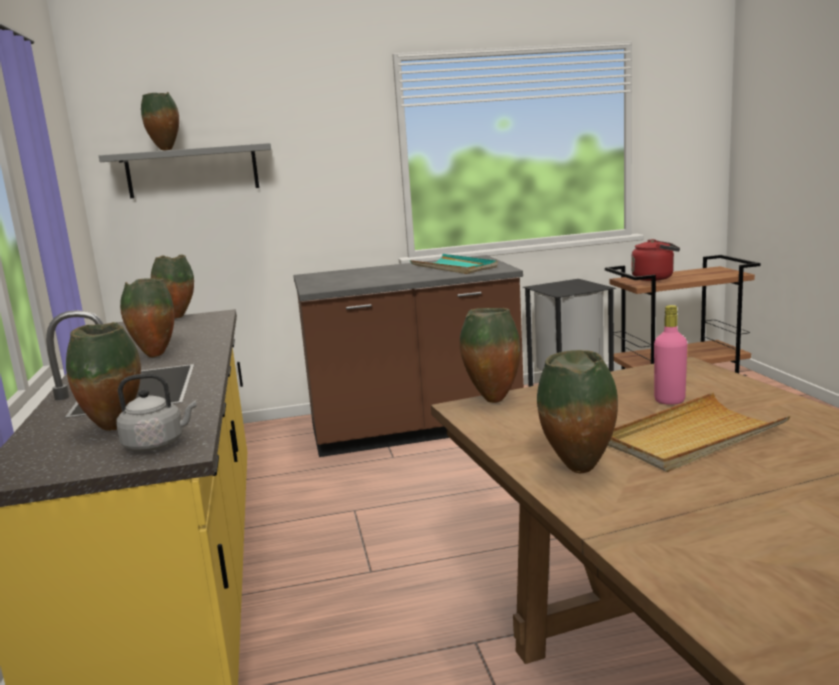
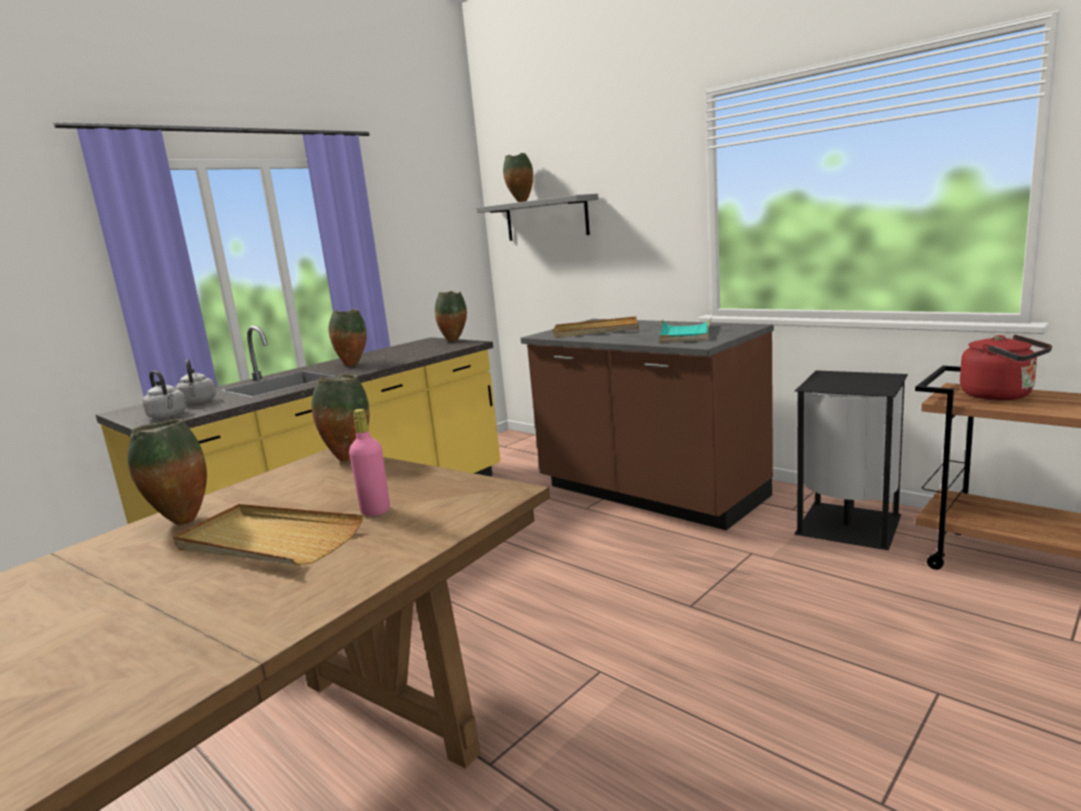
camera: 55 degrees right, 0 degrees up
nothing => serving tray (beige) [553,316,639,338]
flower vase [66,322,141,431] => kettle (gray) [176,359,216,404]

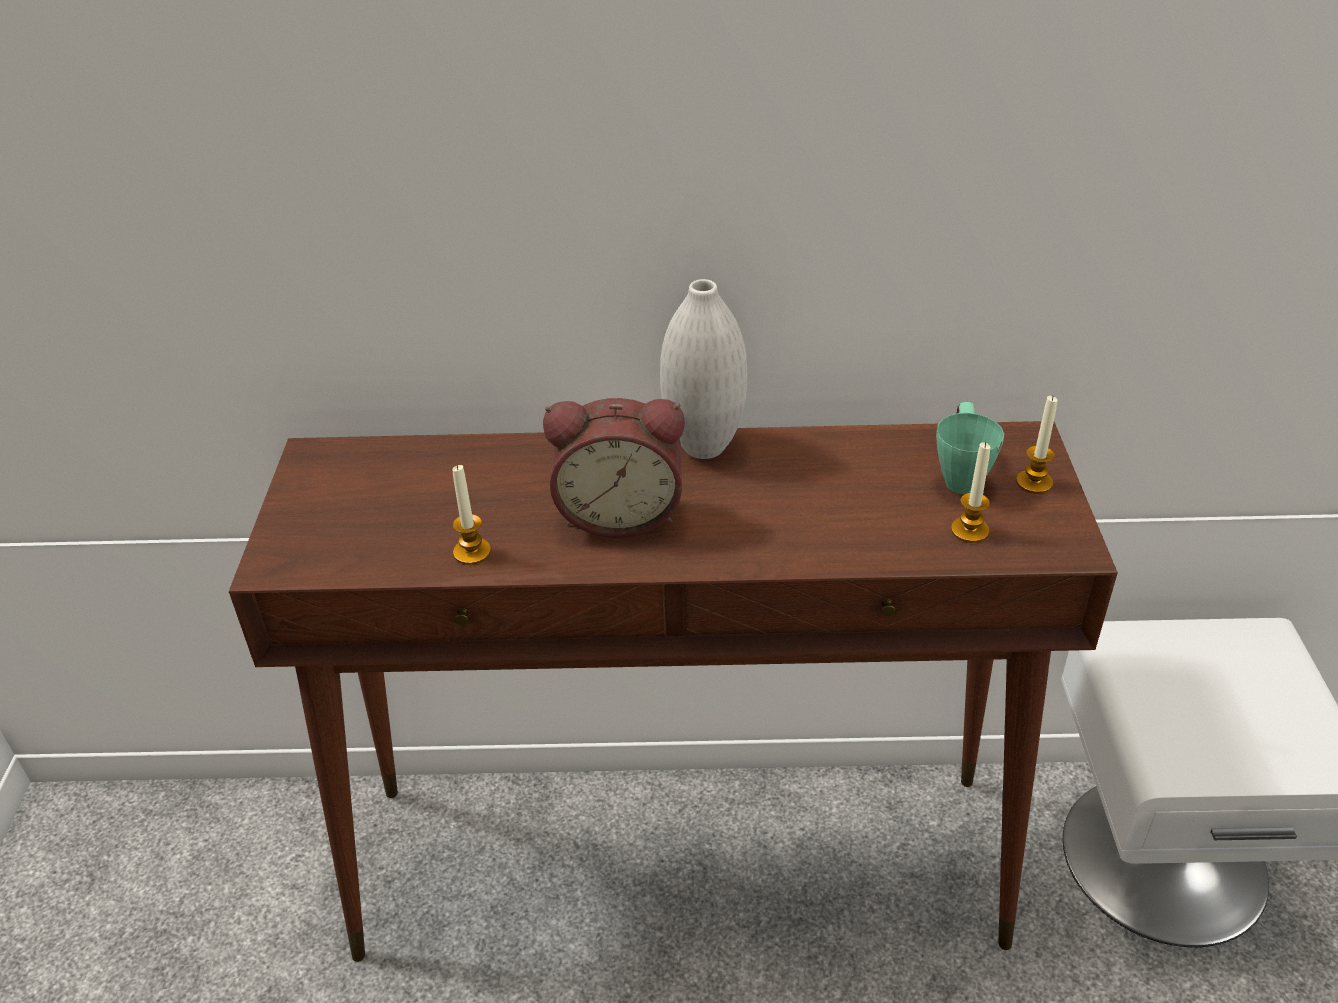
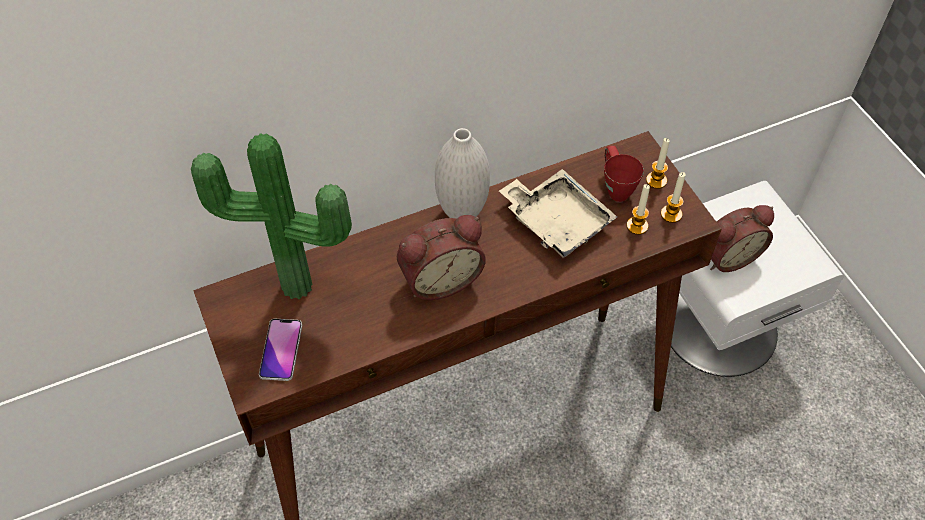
camera: 25 degrees left, 15 degrees up
nothing => houseplant [191,133,352,299]
nothing => phone [259,319,302,381]
nothing => serving tray (beige) [499,169,617,258]
nothing => table clock [710,205,774,272]
wax light [452,465,491,565] => wax light [661,172,686,223], moved
coffee mug (green) [936,402,1004,494] => coffee mug (red) [604,146,644,202]

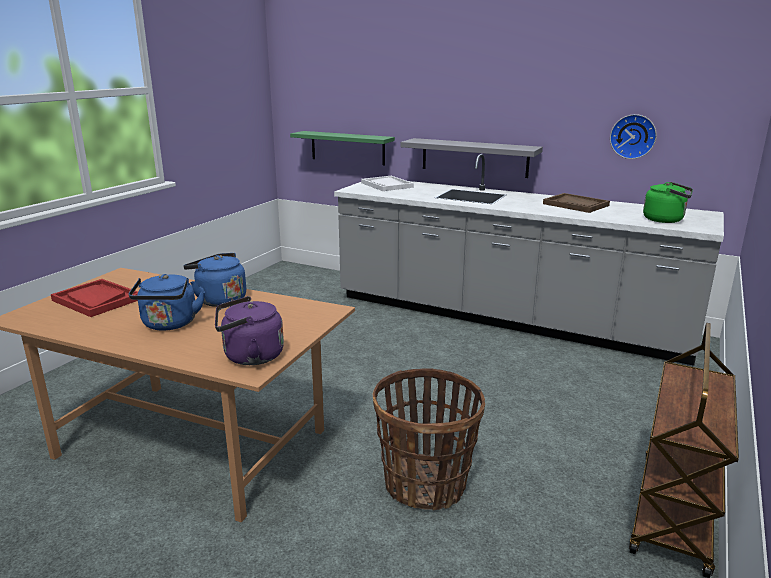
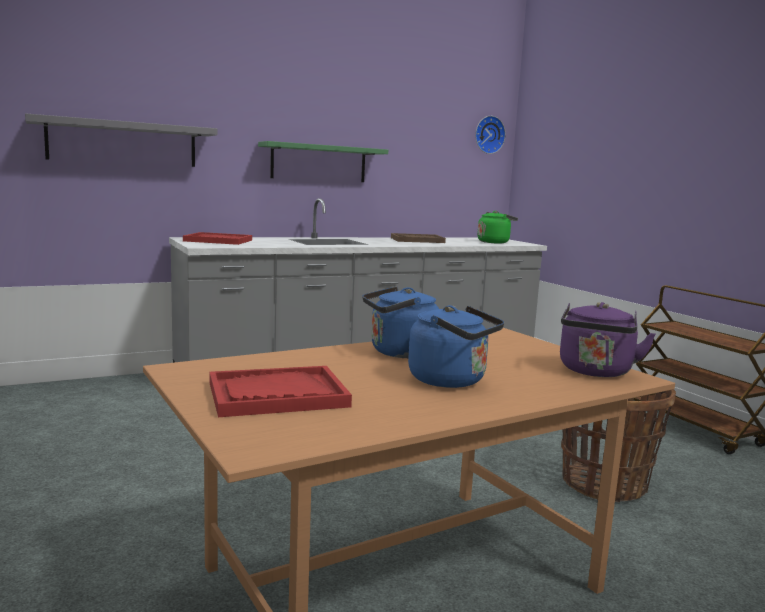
camera: 55 degrees left, 10 degrees down
bracket shelf (green) [290,131,395,166] => bracket shelf (green) [258,141,388,182], moved
bracket shelf (gray) [400,138,543,178] => bracket shelf (gray) [25,113,217,167], moved
hanging clock [610,114,657,159] => hanging clock [475,116,506,154], moved
serving tray (white) [361,176,414,191] => serving tray (red) [183,232,252,245]

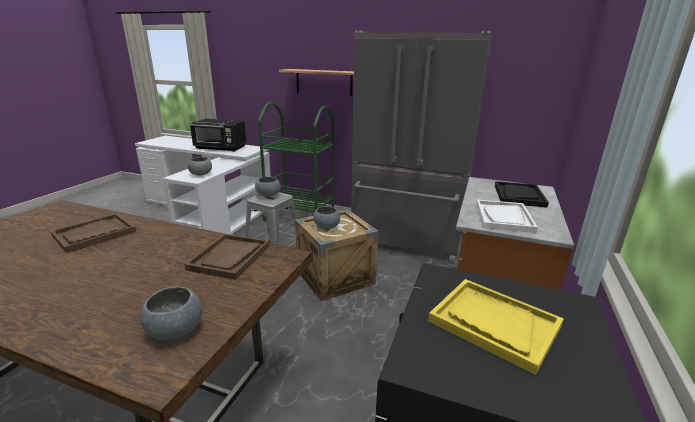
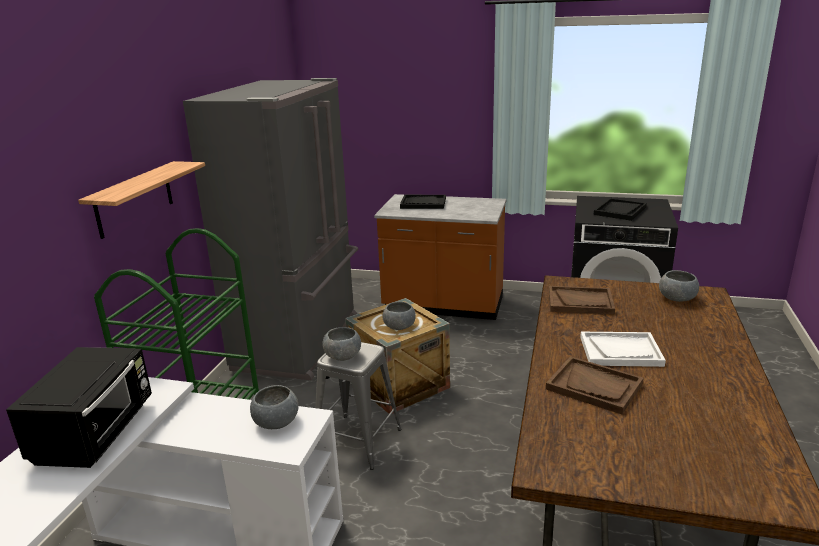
camera: 95 degrees left, 0 degrees up
serving tray (white) [476,200,538,233] => serving tray (white) [580,332,666,367], moved
serving tray (yellow) [428,279,564,375] => serving tray (blackish) [594,198,647,221]

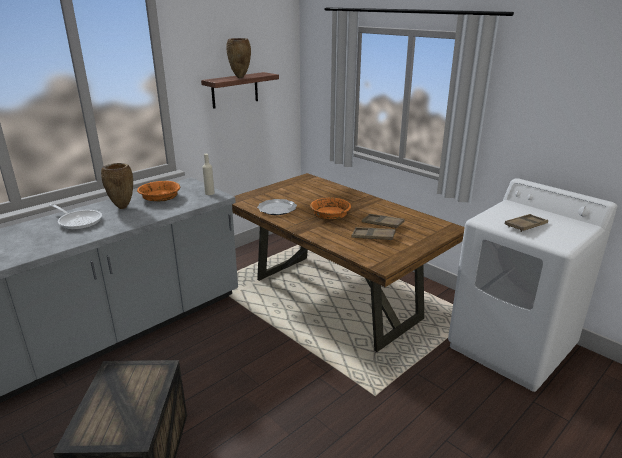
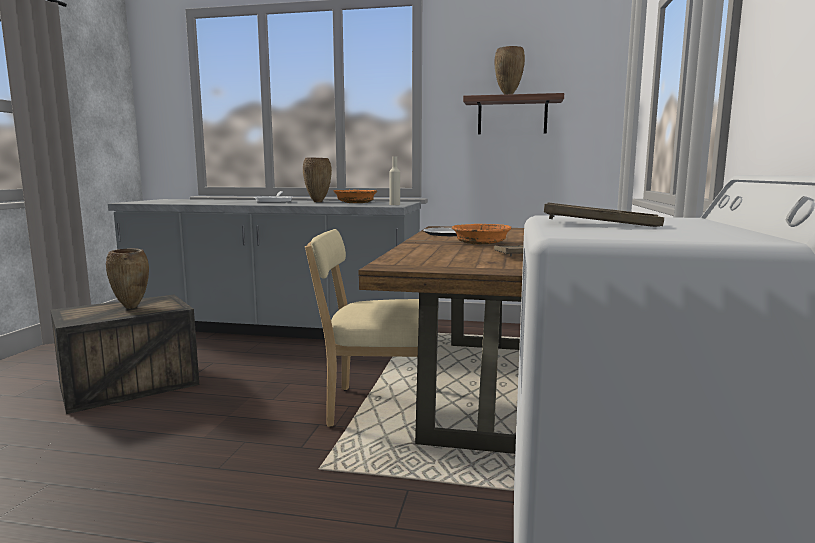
camera: 55 degrees right, 15 degrees down
serving tray (brown) [351,227,396,240] => nothing
nothing => flower vase (brown) [106,248,149,309]
nothing => plain chair (beige) [305,229,419,427]

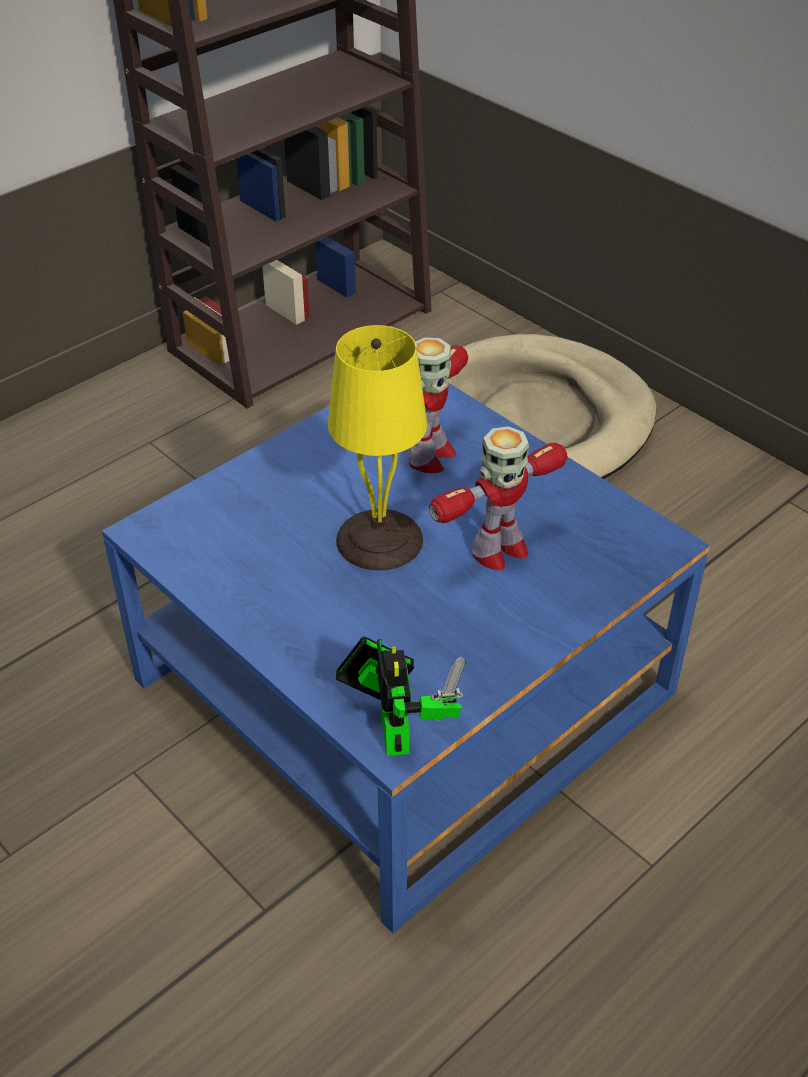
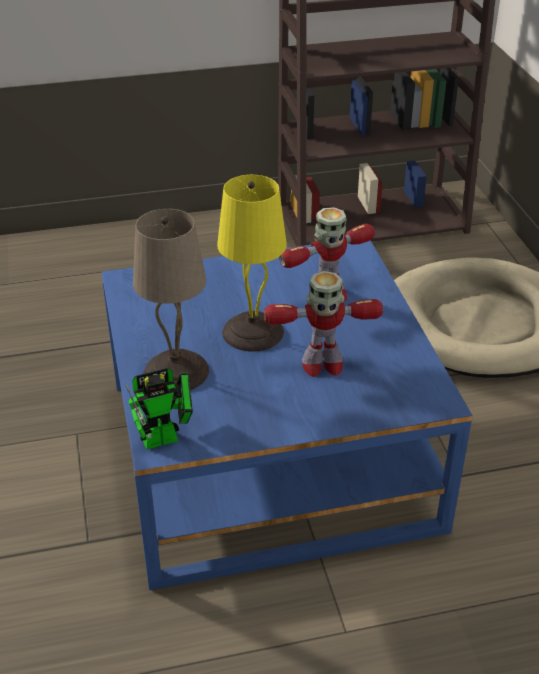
camera: 30 degrees right, 5 degrees down
nothing => lamp for a table (beige) [133,209,209,390]
toy robot [336,636,466,756] => toy robot [125,368,193,450], 45 degrees clockwise

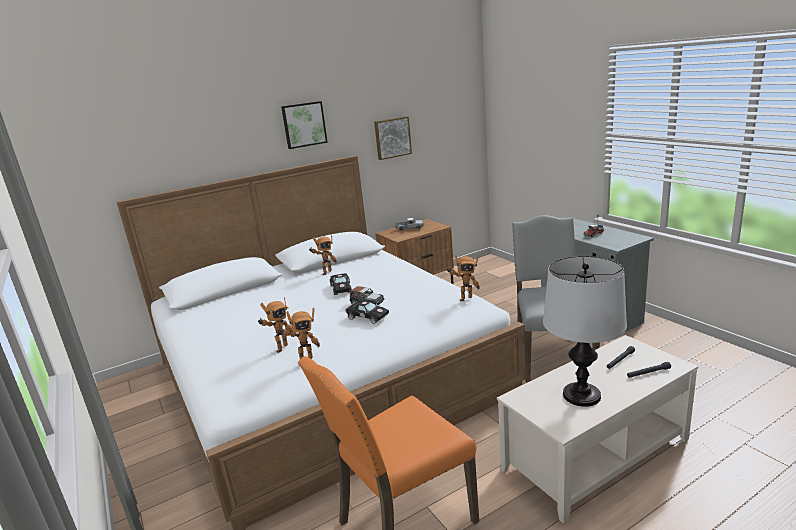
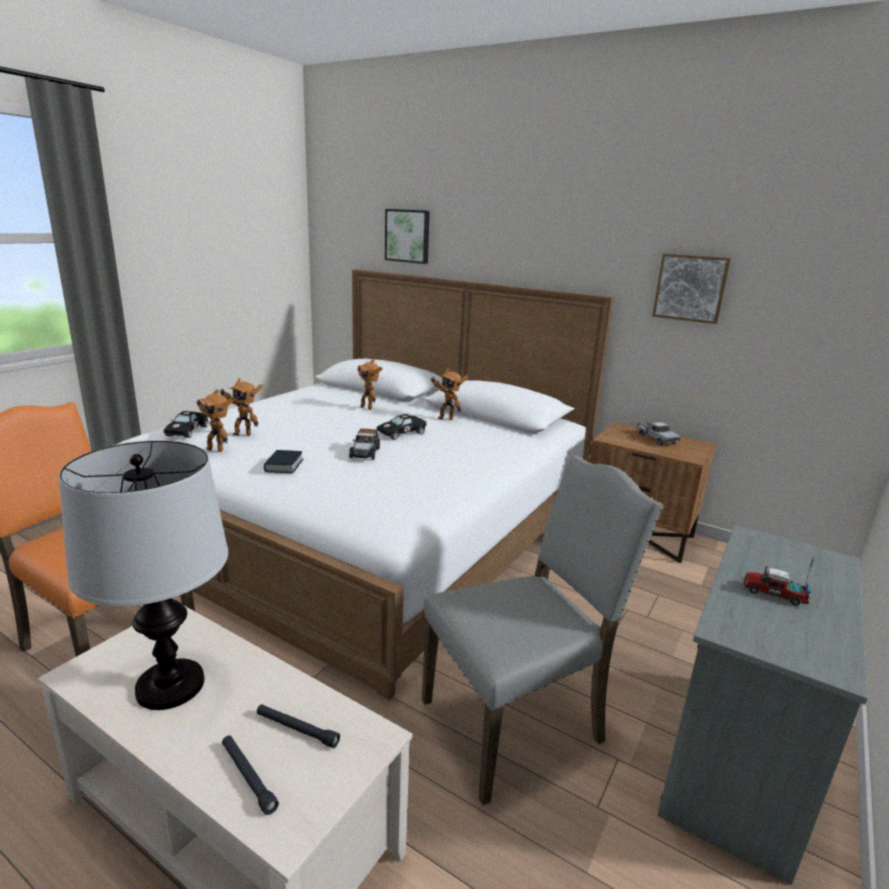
camera: 60 degrees right, 0 degrees up
nothing => volume [264,450,304,473]
wall picture [281,101,328,149] => wall picture [385,209,430,264], moved
model car (blackish) [345,300,389,324] => model car (blackish) [164,411,209,438], moved
toy robot [447,255,479,301] => toy robot [357,359,382,410], moved

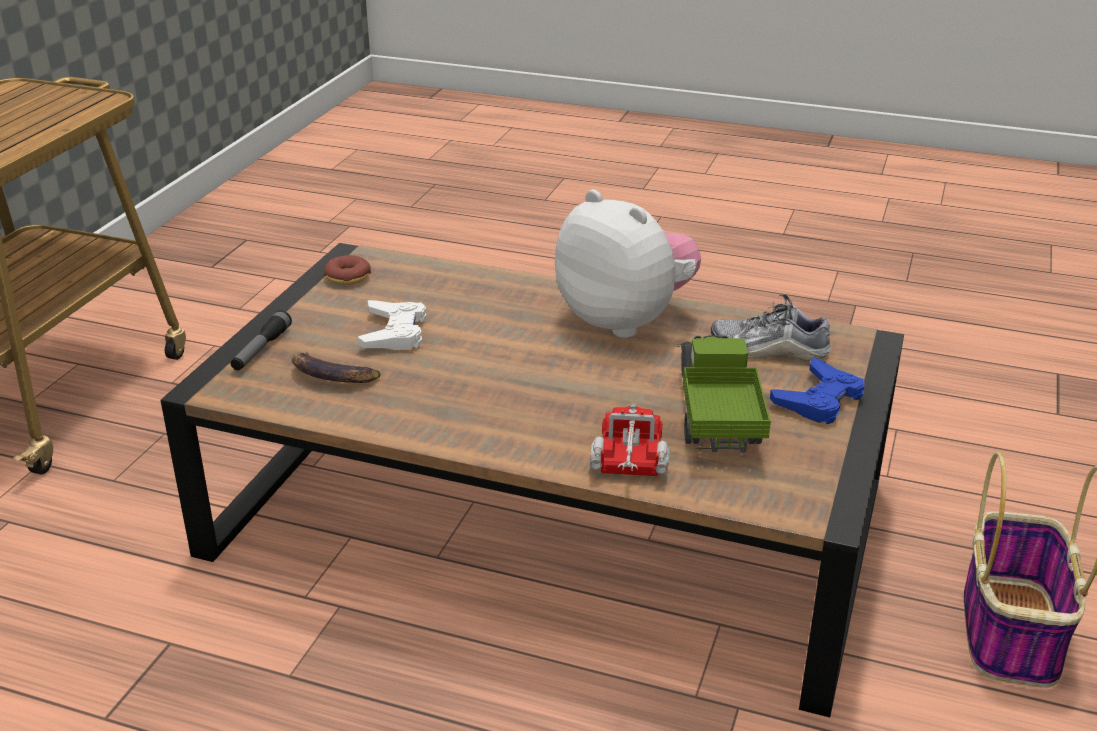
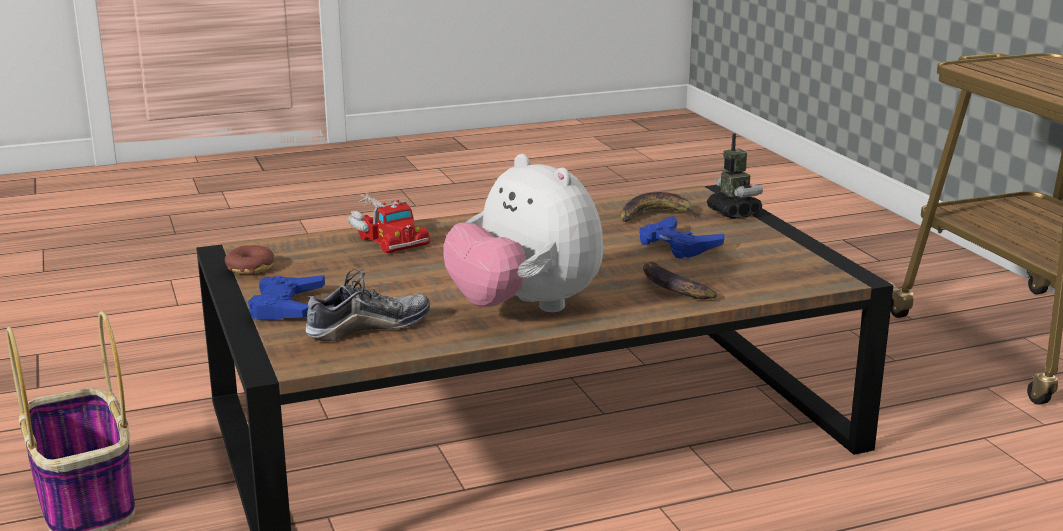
camera: 140 degrees right, 10 degrees down
toy truck [677,335,771,452] => nothing
nothing => banana [643,262,717,299]
doughnut [324,255,371,285] => doughnut [225,245,274,274], moved
hand torch [231,310,292,370] => toy robot [707,134,763,219]
gamepad (white) [358,300,426,350] => gamepad (blue) [639,216,724,259]
cuddly toy [555,189,701,338] => cuddly toy [443,154,603,312], 45 degrees clockwise

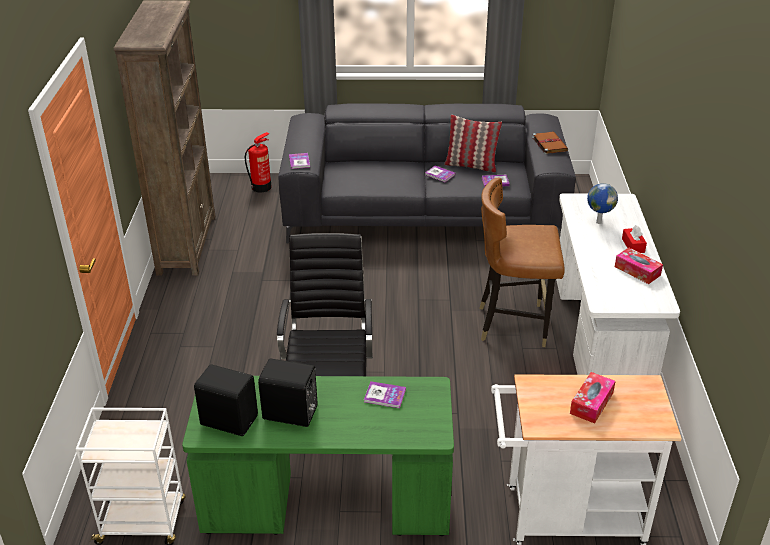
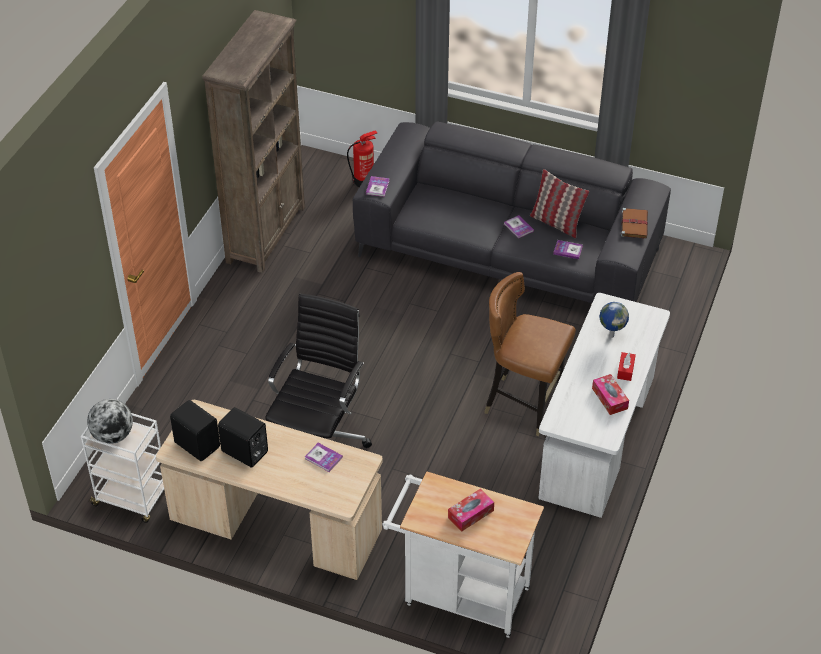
camera: 20 degrees right, 10 degrees up
nothing => world globe [87,399,133,444]
desk table (green) [182,376,454,536] => desk table (beige) [156,400,383,580]

